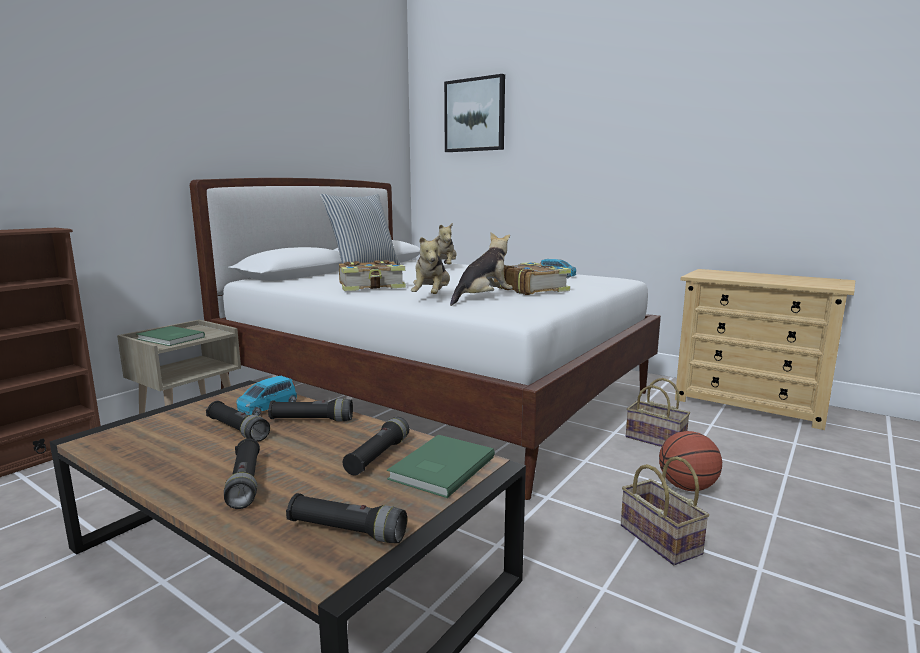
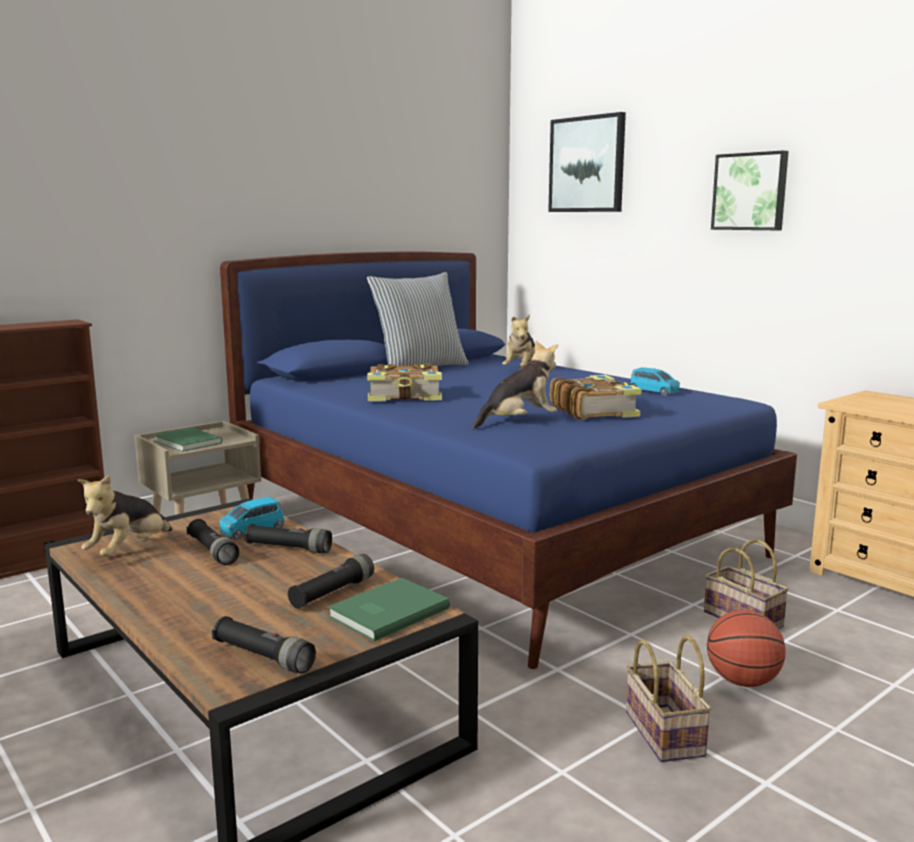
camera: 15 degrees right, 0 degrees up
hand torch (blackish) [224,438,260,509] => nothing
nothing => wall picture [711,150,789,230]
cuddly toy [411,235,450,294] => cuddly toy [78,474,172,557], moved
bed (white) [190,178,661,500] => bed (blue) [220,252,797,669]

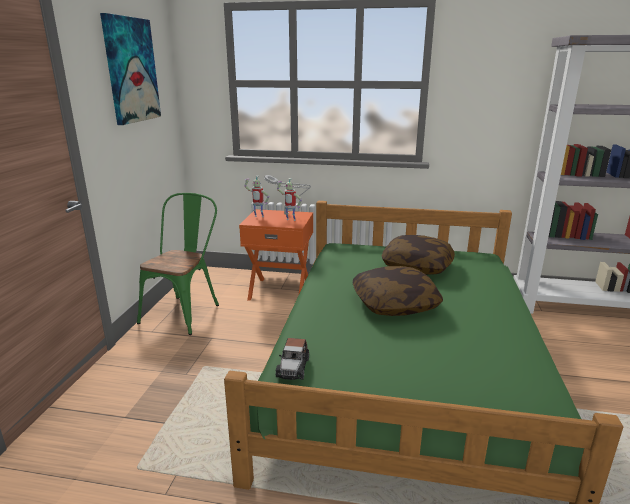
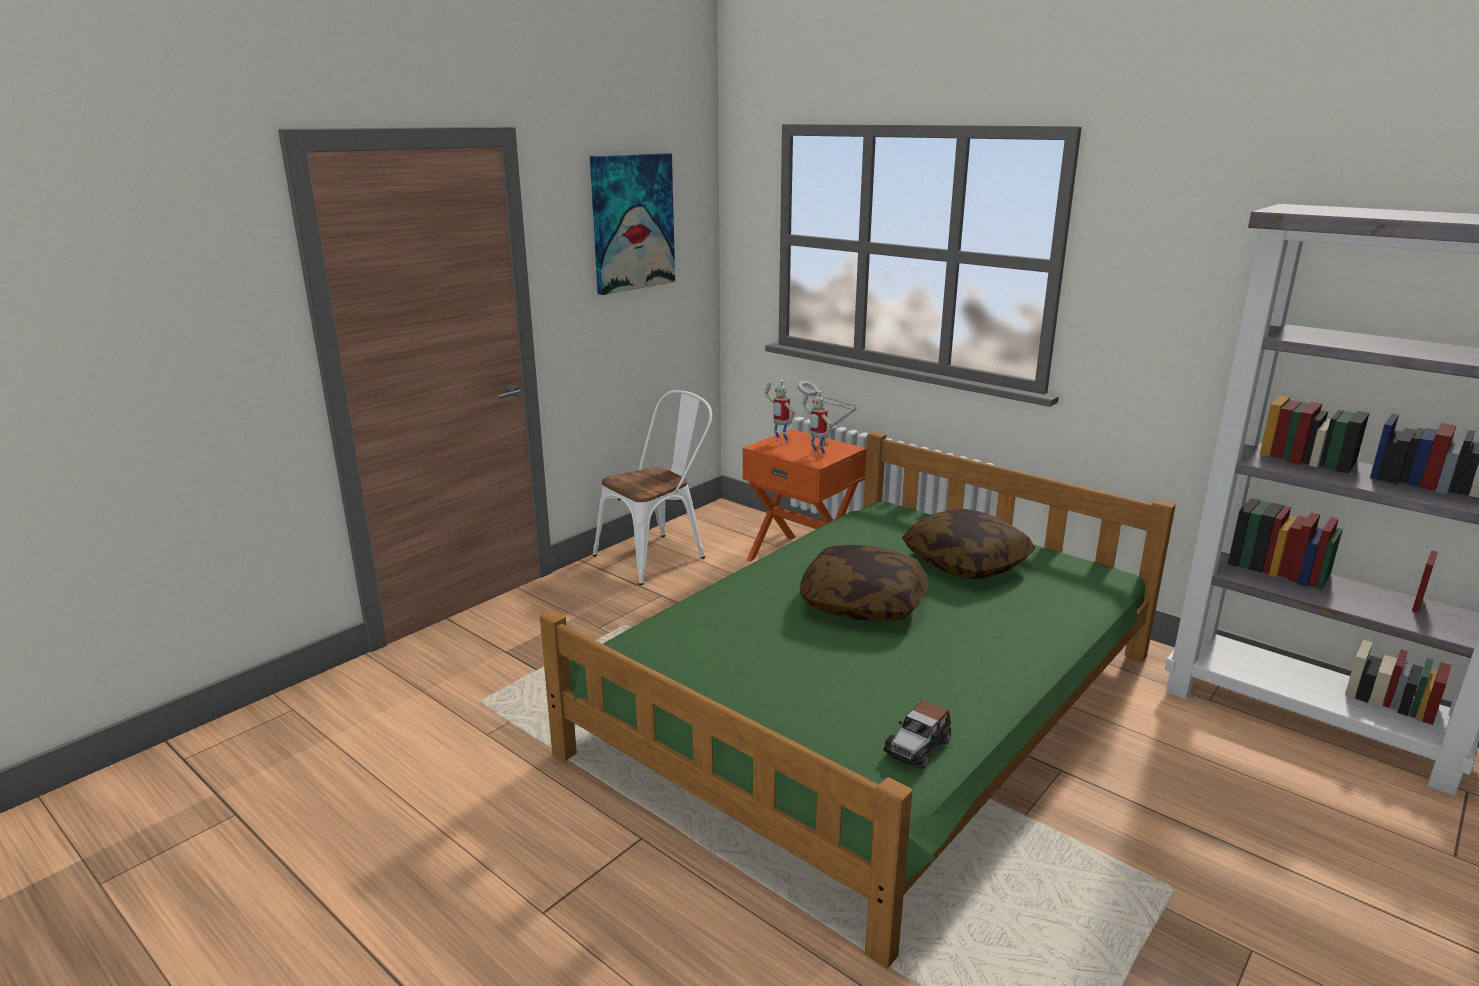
camera: 30 degrees right, 0 degrees up
model car [276,338,309,380] => model car [883,700,951,769], moved
plain chair (green) [137,193,219,335] => plain chair (white) [593,390,712,585]

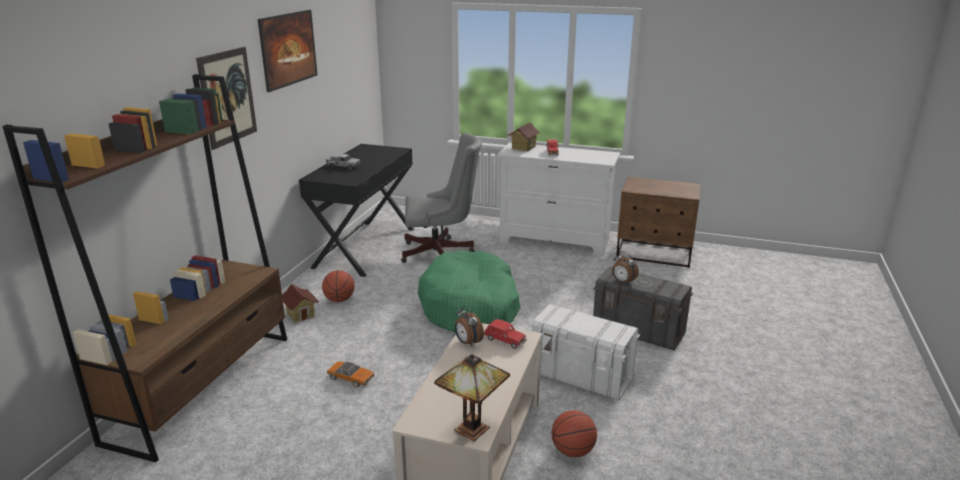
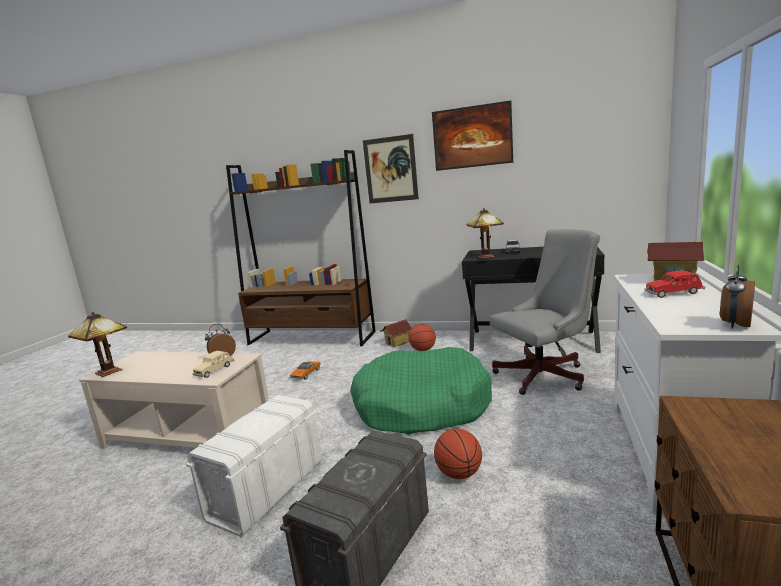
camera: 90 degrees right, 10 degrees down
nothing => lamp for a table [466,208,504,259]
ball for basketball [551,410,597,457] => ball for basketball [434,429,482,479], moved
table clock [612,251,639,285] => table clock [720,265,755,329], moved
model car (red) [484,319,527,349] => model car (beige) [192,351,234,378]
computer chair (gray) [401,133,482,263] => computer chair (gray) [490,229,600,395], 105 degrees counterclockwise

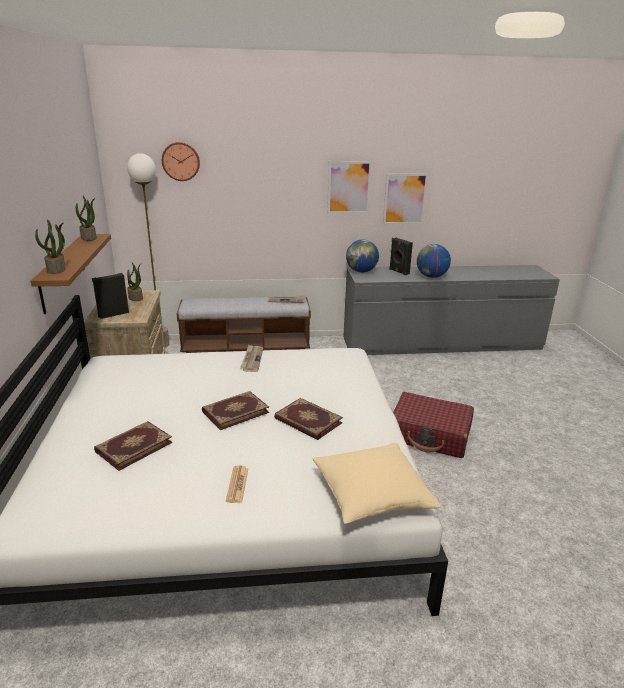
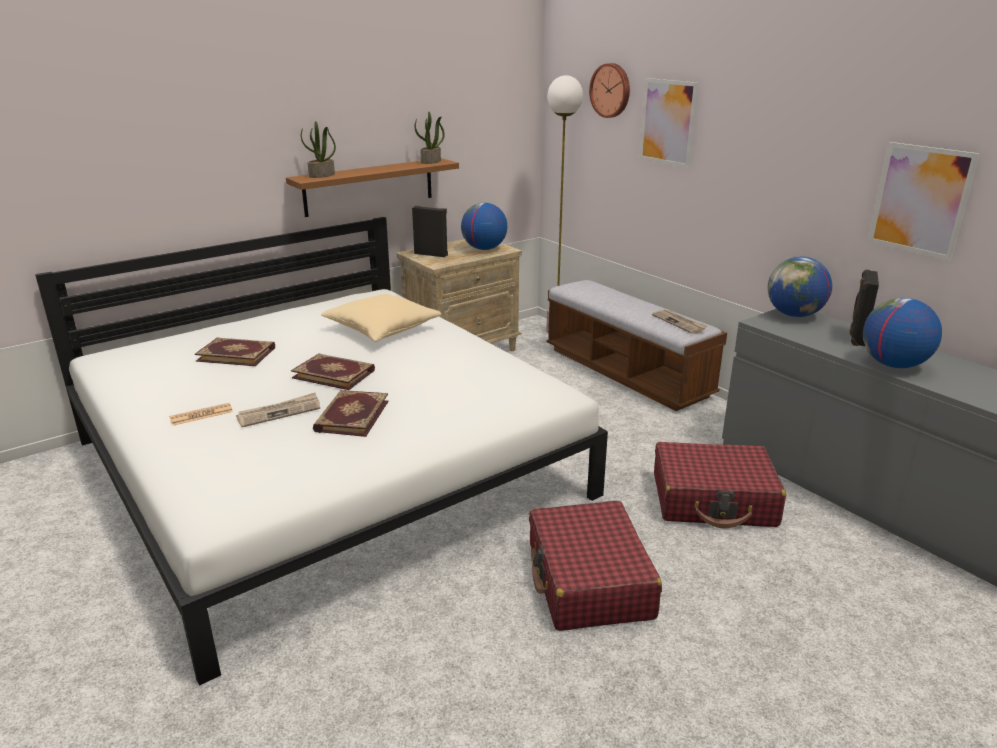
camera: 60 degrees right, 0 degrees up
nothing => piece of luggage (red) [654,442,786,528]
daily paper [240,344,263,372] => daily paper [236,393,320,427], moved
throw pillow (beige) [313,443,441,524] => throw pillow (beige) [321,294,441,342], moved
wall picture [327,161,372,214] => wall picture [639,78,698,168], moved
houseplant [127,262,143,301] => world globe [461,203,507,250]

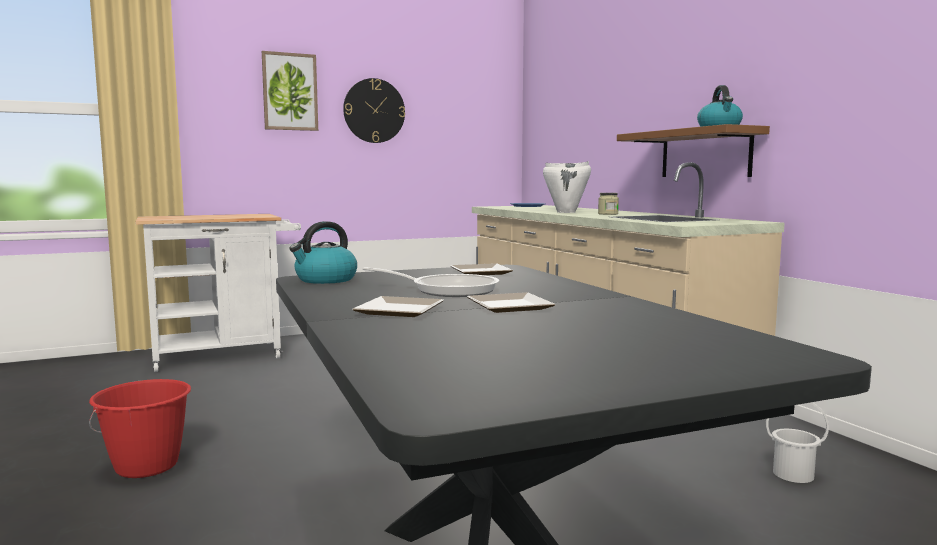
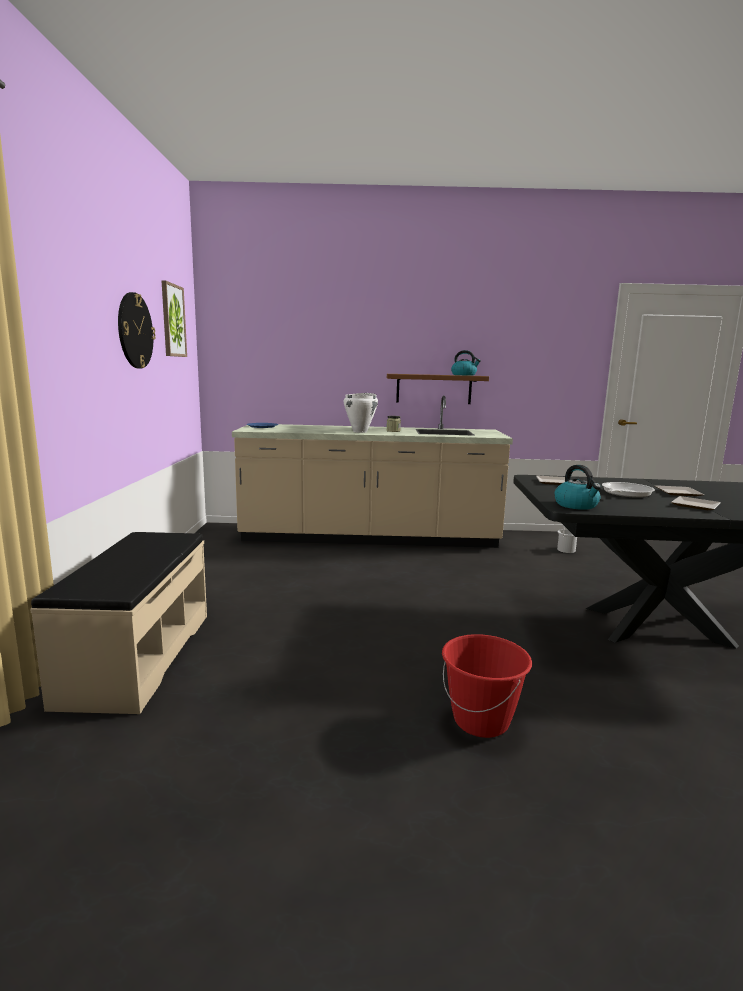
camera: 65 degrees left, 5 degrees up
wall picture [262,51,318,131] => wall picture [161,280,187,357], moved
trolley (white) [135,214,301,372] => indoor bench (beige) [30,532,207,714]

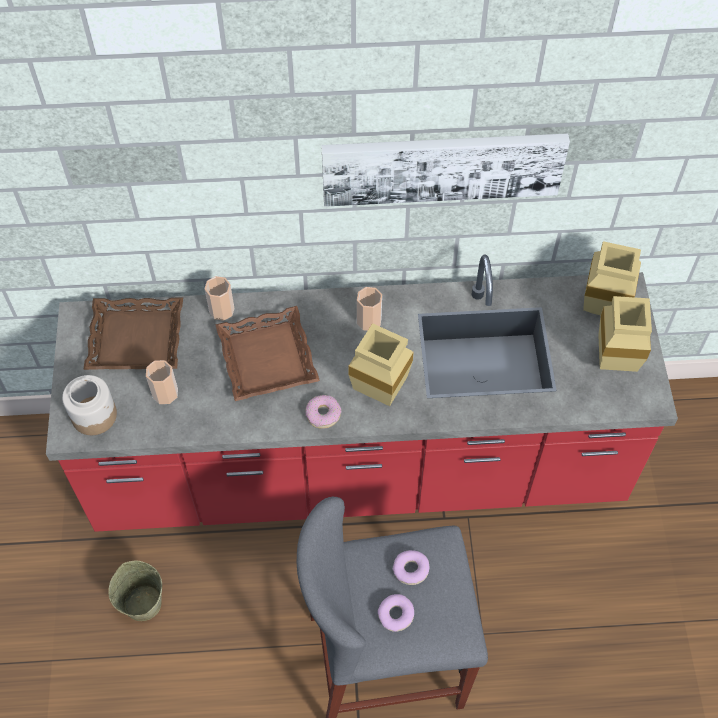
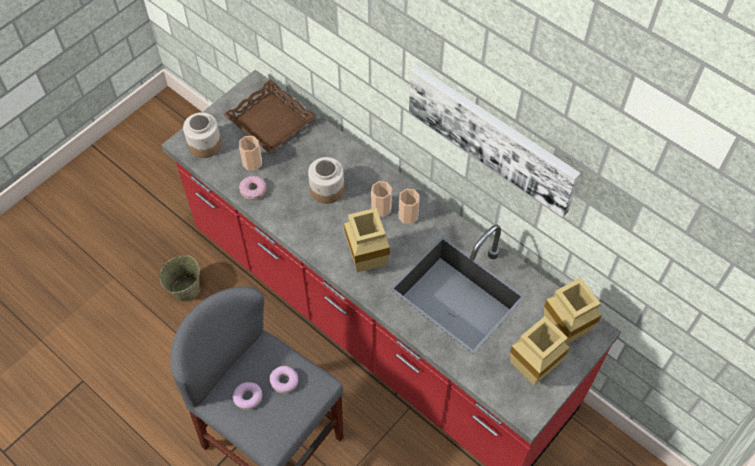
camera: 45 degrees right, 0 degrees up
cup [204,276,234,321] => cup [371,181,392,217], moved
doughnut [306,395,341,429] => doughnut [239,175,267,200], moved
serving tray (brown) [215,306,320,401] => preserve jar [308,157,344,204]

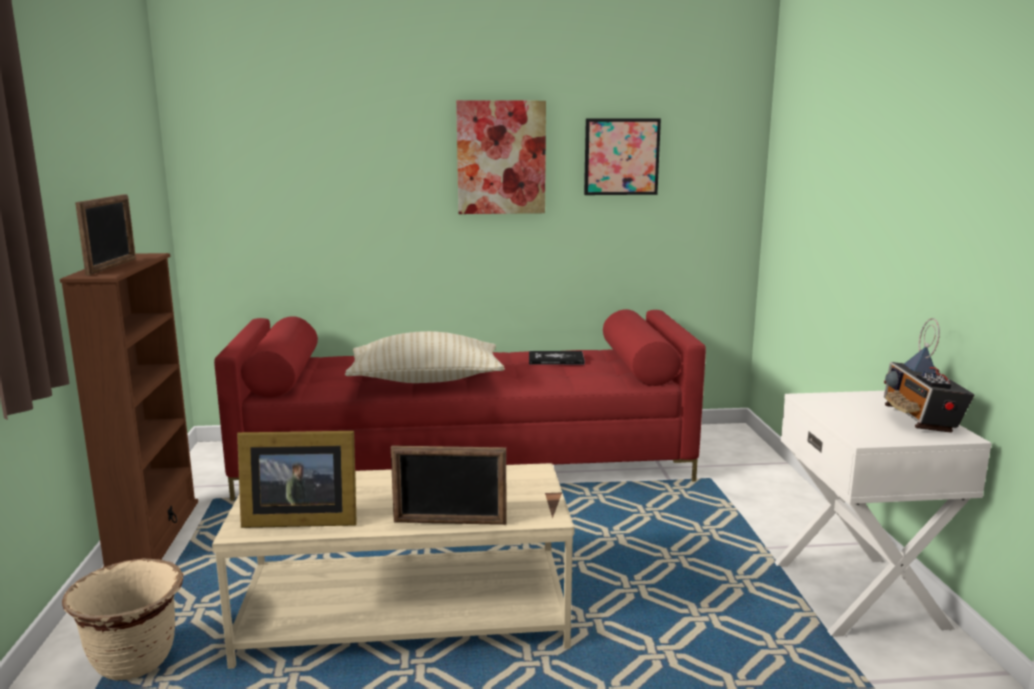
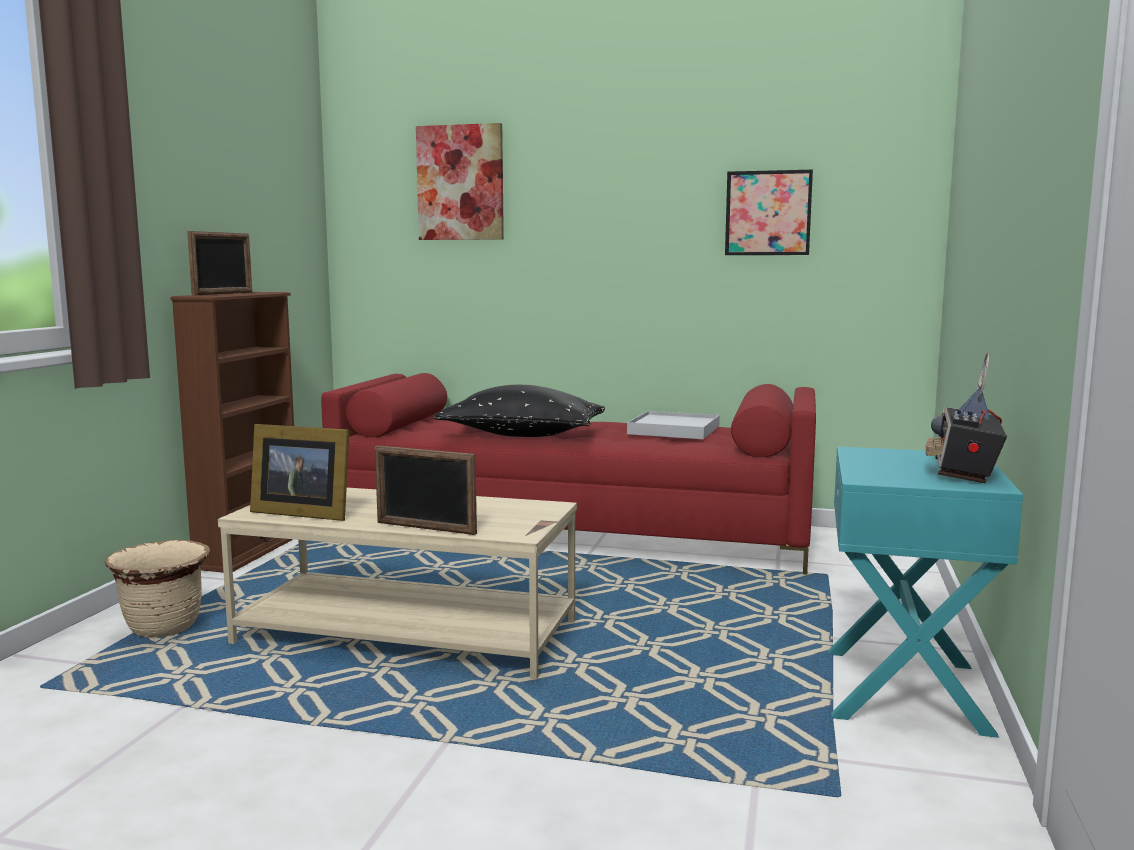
camera: 20 degrees right, 5 degrees down
wall picture [456,100,546,214] => wall picture [416,123,504,240], moved
volume [529,351,585,365] => serving tray (white) [627,411,720,439]
throw pillow (beige) [345,331,505,383] => throw pillow (blackish) [434,385,605,437]
night table (white) [774,391,992,637] => night table (turquoise) [829,446,1023,738]

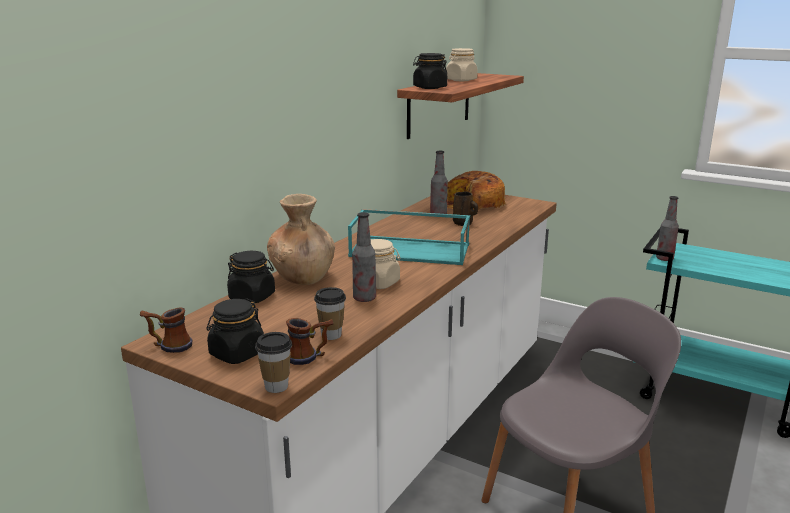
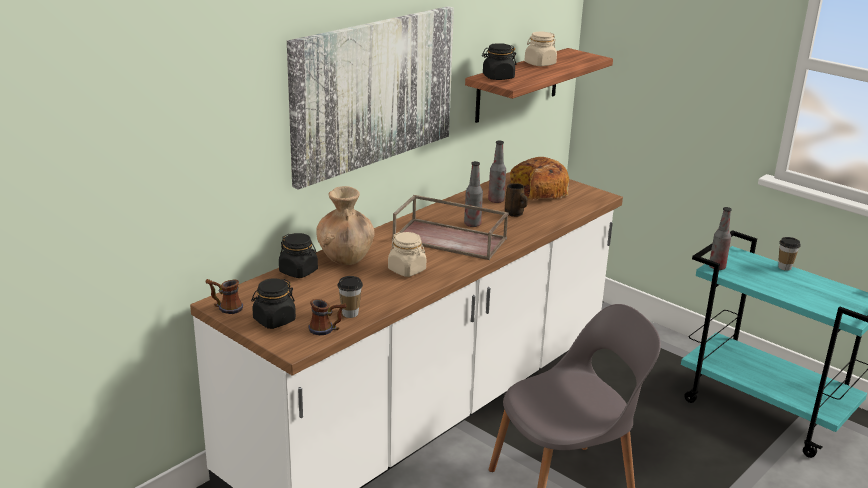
camera: 10 degrees right, 5 degrees up
nothing => wall picture [287,6,454,190]
cup [255,332,292,393] => cup [778,237,801,271], moved
drink bottle [352,212,376,302] => drink bottle [464,161,483,227], moved
serving tray (turquoise) [348,209,470,265] => serving tray (brown) [392,195,509,260]

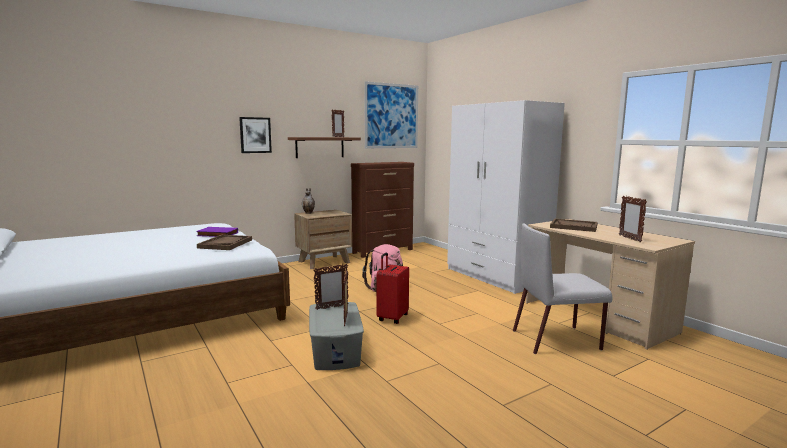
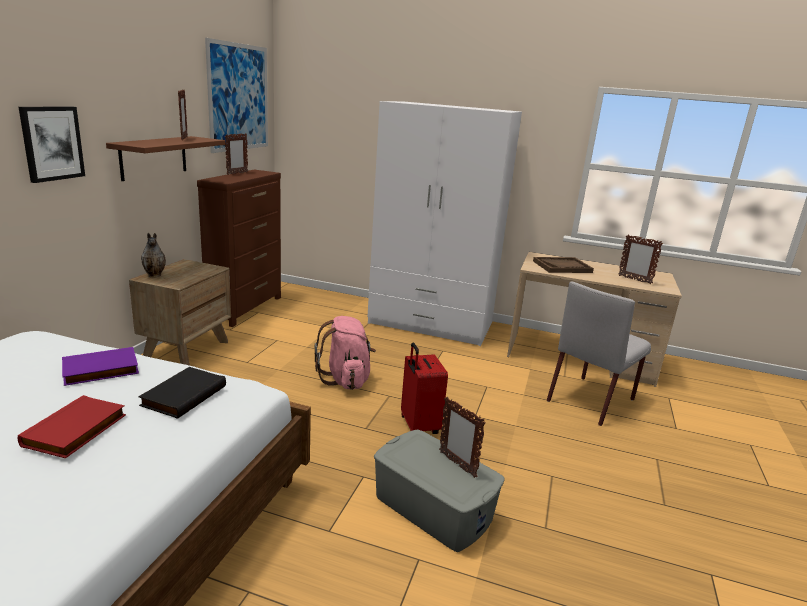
camera: 40 degrees left, 10 degrees up
nothing => volume (red) [18,395,126,459]
photo frame [313,264,348,310] => photo frame [225,133,248,175], moved
serving tray (brown) [197,235,252,250] => volume (blackish) [138,367,226,419]

